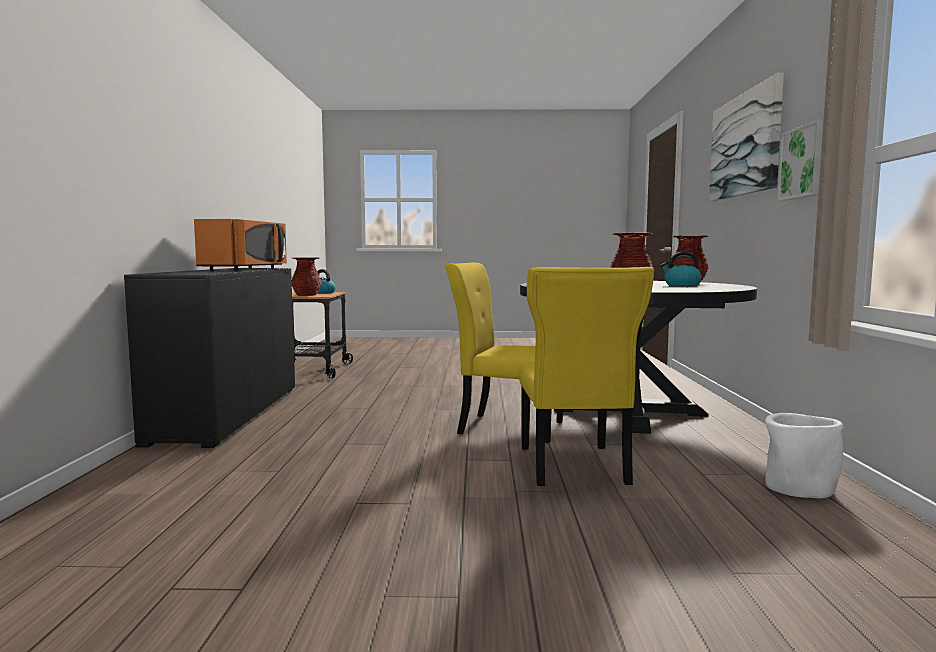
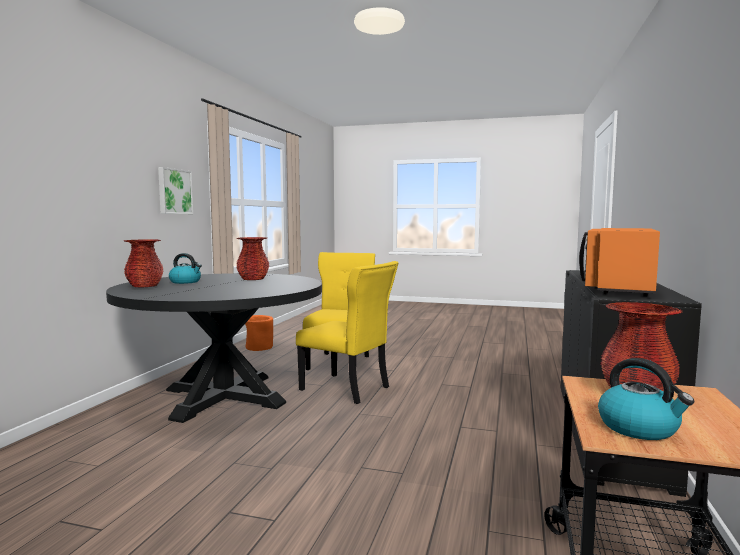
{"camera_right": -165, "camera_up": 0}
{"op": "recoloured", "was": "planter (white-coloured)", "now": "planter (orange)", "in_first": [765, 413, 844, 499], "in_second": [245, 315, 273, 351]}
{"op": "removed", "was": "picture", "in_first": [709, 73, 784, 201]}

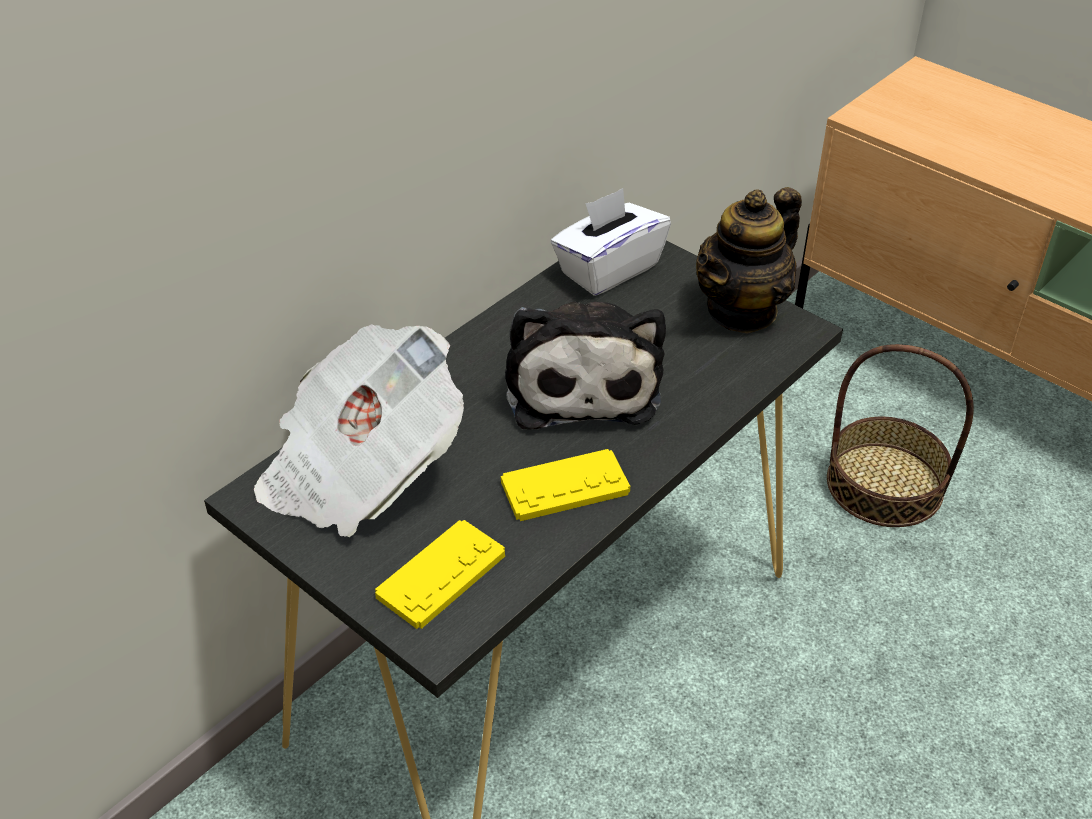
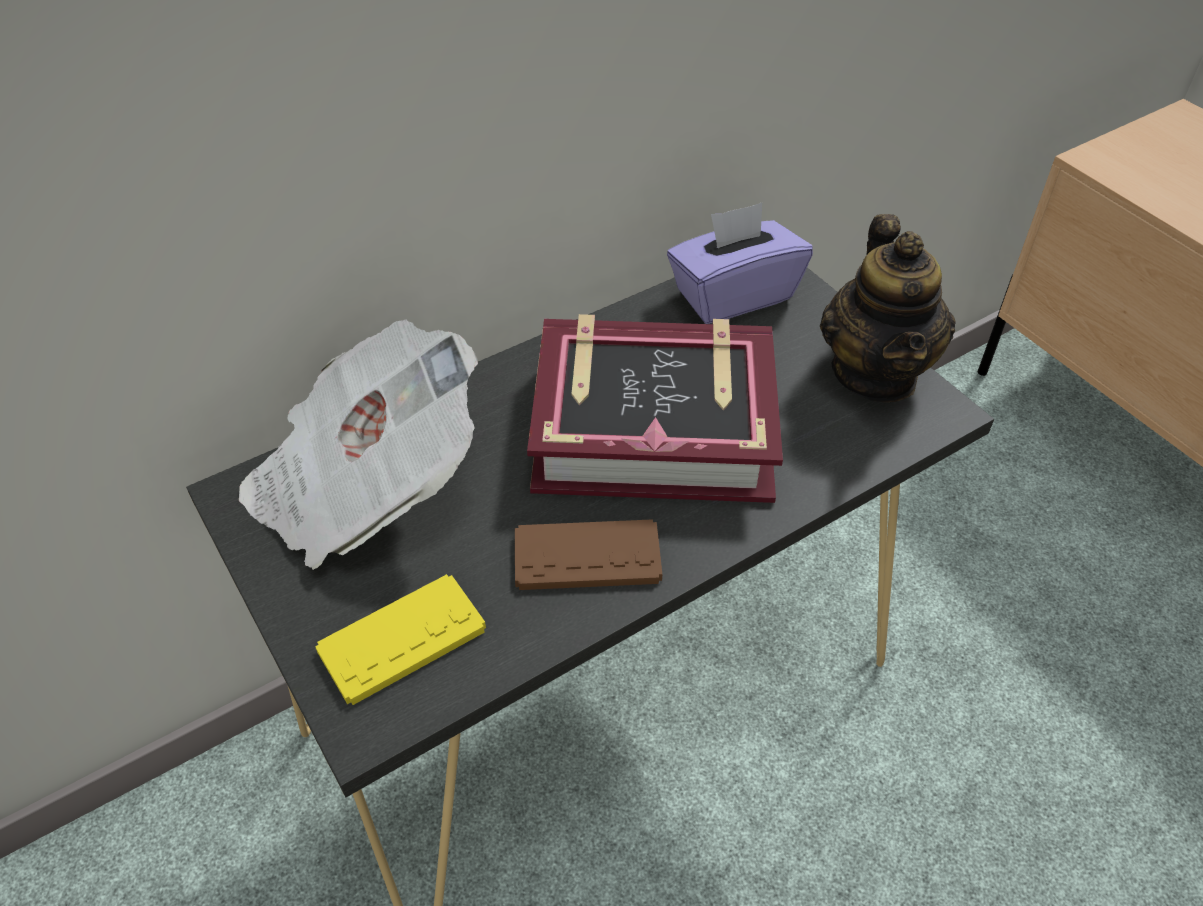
{"camera_right": 15, "camera_up": 5}
{"op": "recoloured", "was": "joypad (yellow)", "now": "joypad (brown-coloured)", "in_first": [501, 449, 630, 521], "in_second": [515, 519, 662, 590]}
{"op": "replaced", "was": "soft toy", "now": "bound book", "in_first": [505, 302, 666, 429], "in_second": [527, 314, 783, 503]}
{"op": "recoloured", "was": "tissue box (white-coloured)", "now": "tissue box (purplish)", "in_first": [551, 188, 671, 296], "in_second": [667, 203, 813, 324]}
{"op": "turned", "was": "teapot", "in_first": [696, 187, 802, 334], "in_second": [820, 214, 956, 403], "clockwise": -60}
{"op": "removed", "was": "household basket", "in_first": [827, 344, 974, 527]}

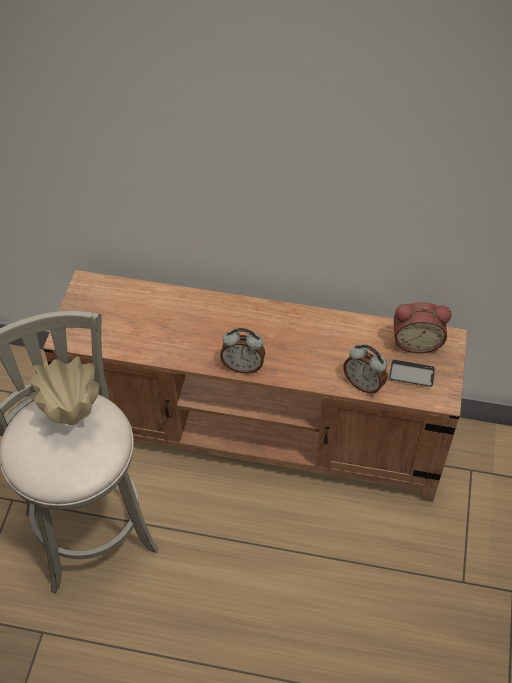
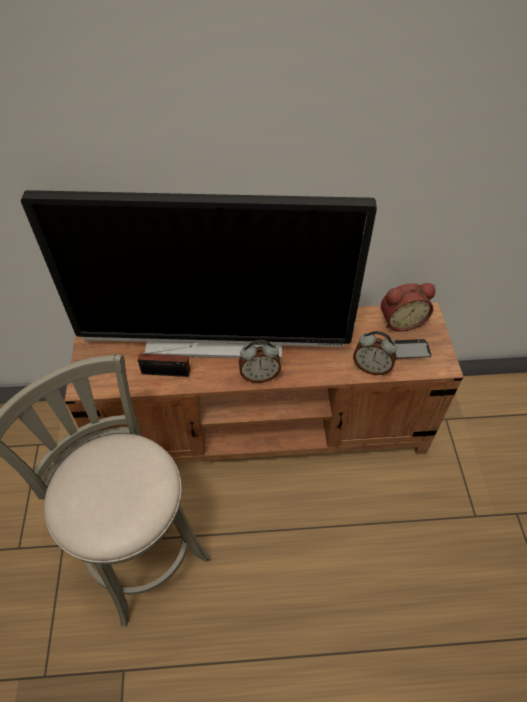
{"camera_right": -15, "camera_up": 0}
{"op": "added", "now": "TV set", "in_second": [21, 190, 377, 359]}
{"op": "added", "now": "radio receiver", "in_second": [138, 346, 192, 377]}
{"op": "removed", "was": "decorative vase (beige-coloured)", "in_first": [30, 357, 99, 425]}

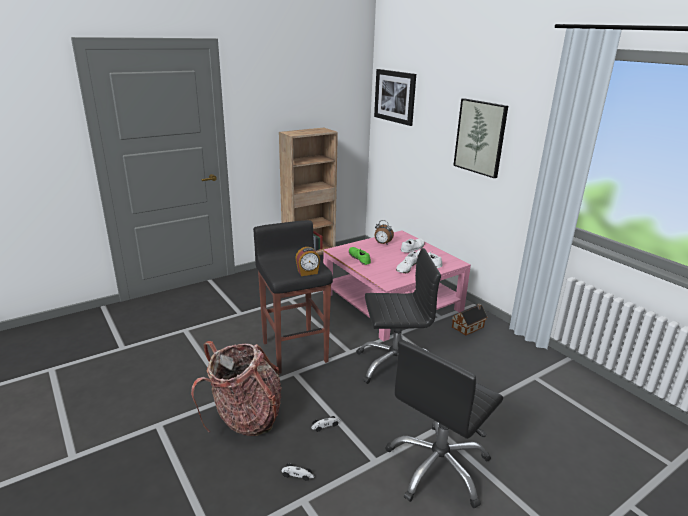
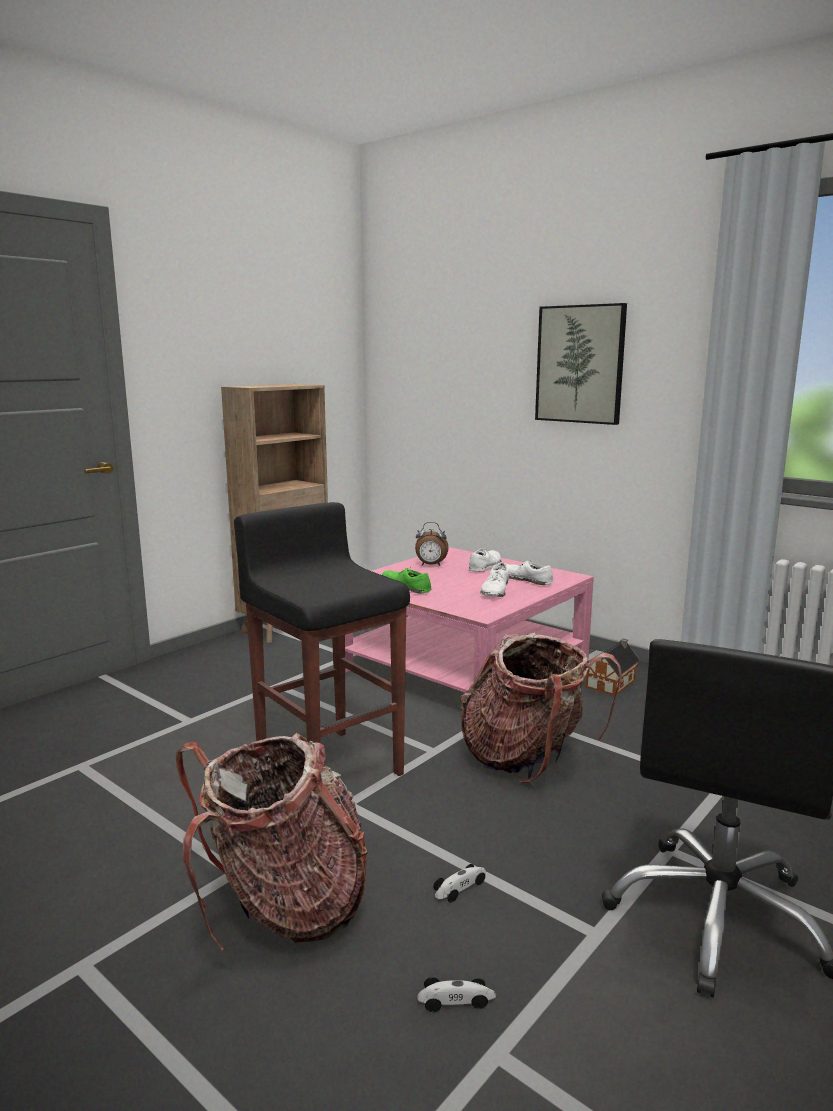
{"camera_right": -15, "camera_up": -10}
{"op": "replaced", "was": "office chair (black)", "now": "backpack", "in_first": [356, 248, 441, 384], "in_second": [460, 632, 622, 783]}
{"op": "removed", "was": "alarm clock", "in_first": [295, 247, 320, 276]}
{"op": "removed", "was": "picture", "in_first": [374, 69, 416, 126]}

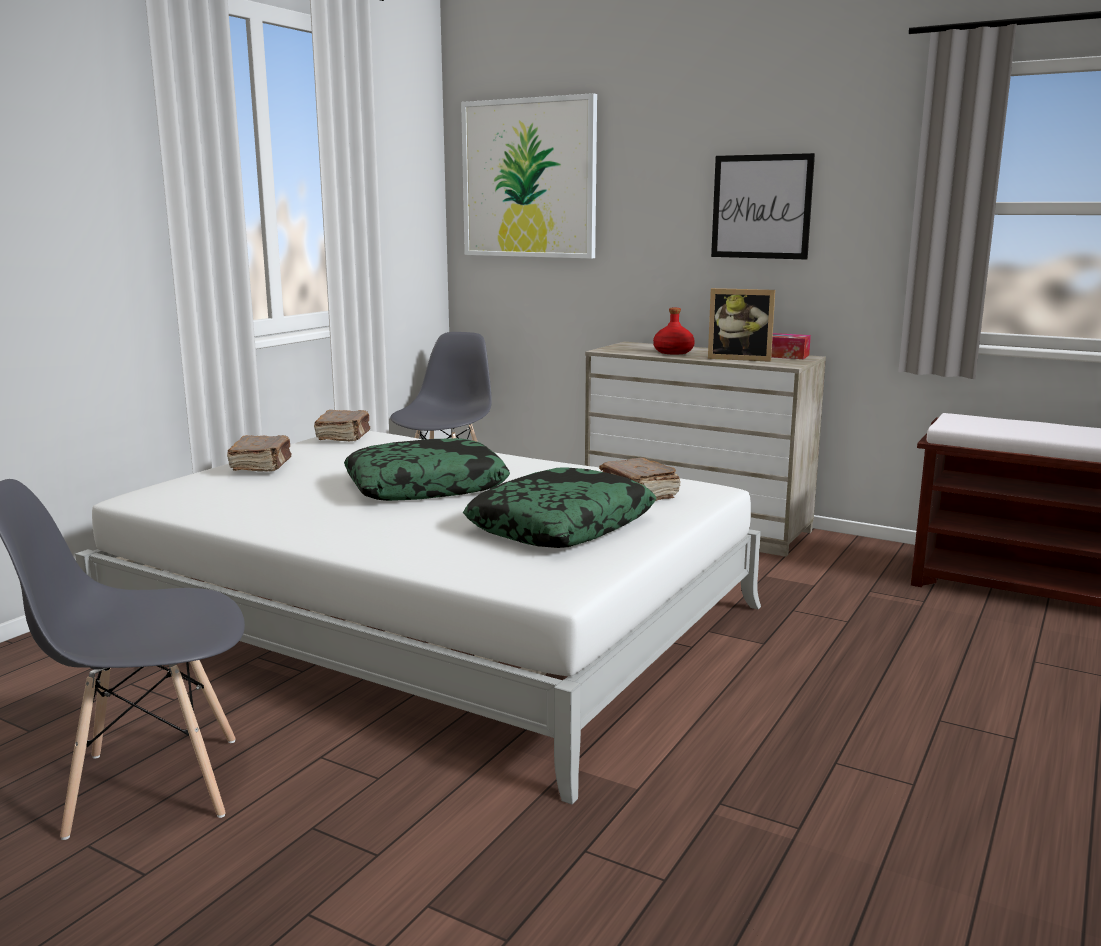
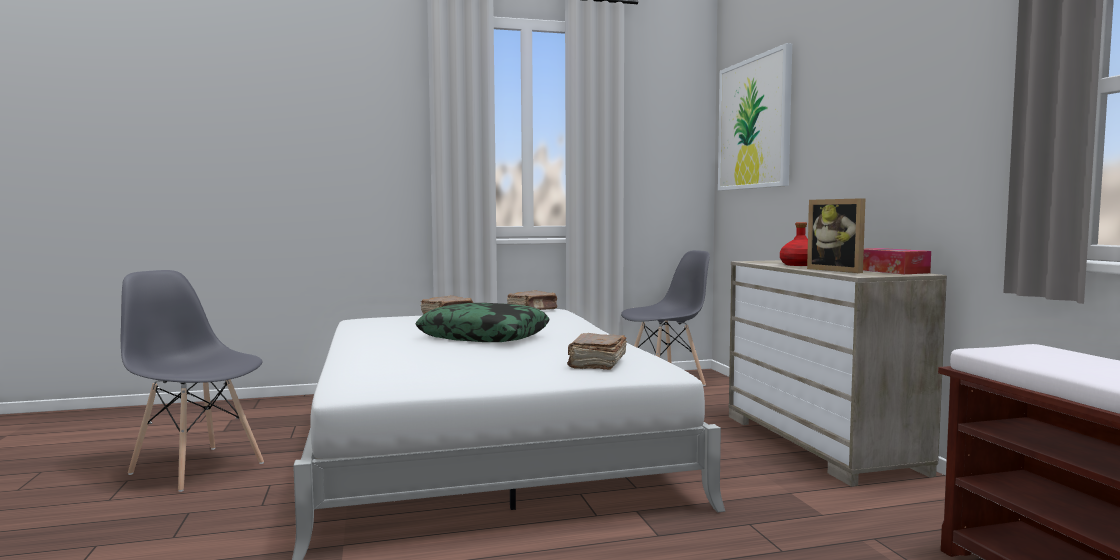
{"camera_right": 45, "camera_up": -10}
{"op": "removed", "was": "throw pillow", "in_first": [463, 467, 657, 548]}
{"op": "removed", "was": "picture", "in_first": [711, 153, 815, 260]}

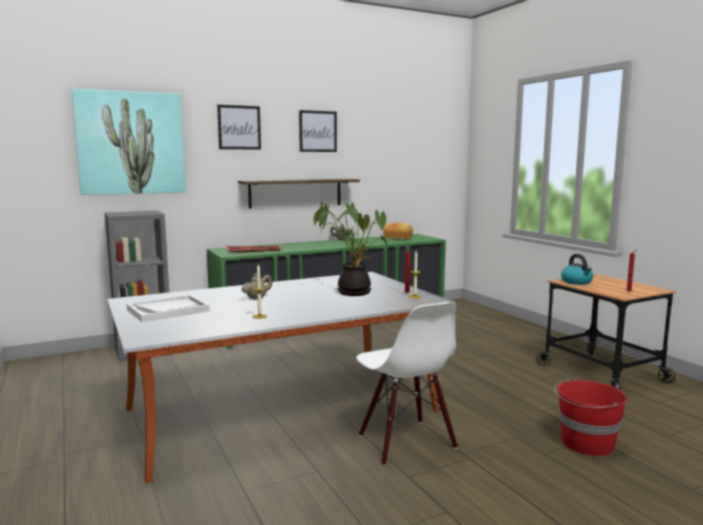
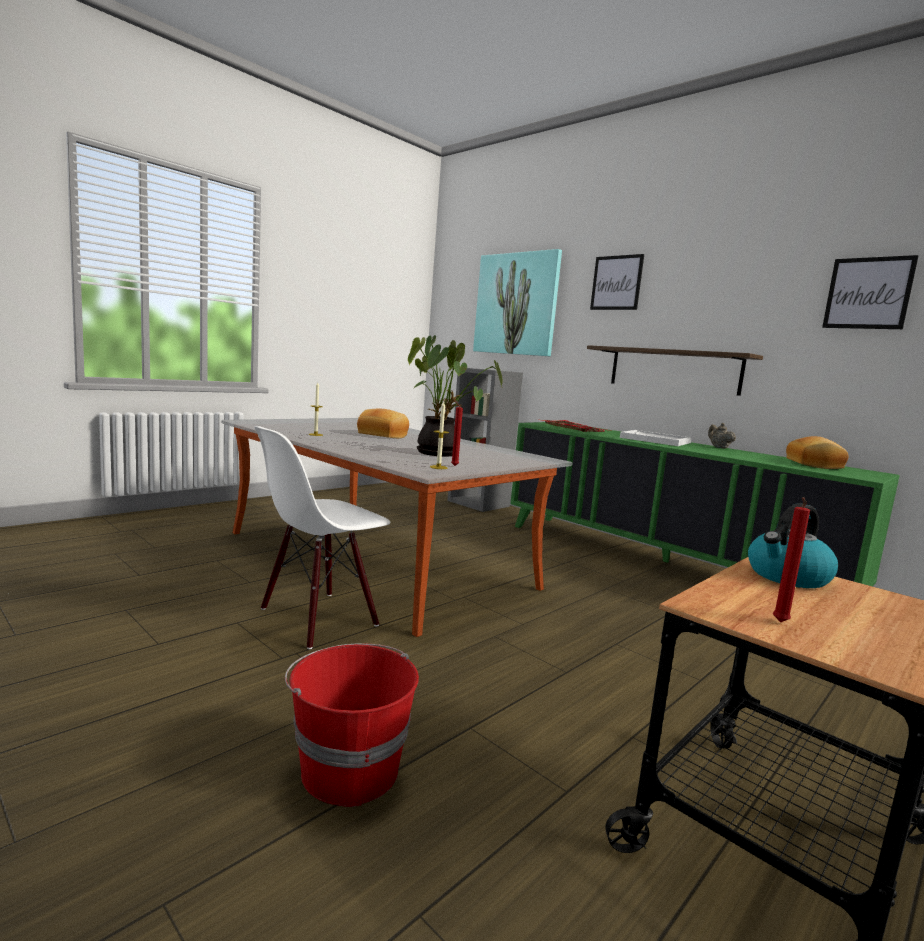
{"camera_right": 70, "camera_up": 0}
{"op": "replaced", "was": "teapot (beige-coloured)", "now": "bread", "in_first": [242, 273, 272, 300], "in_second": [357, 409, 409, 438]}
{"op": "moved", "was": "carrying tray (white-coloured)", "in_first": [127, 295, 210, 322], "in_second": [620, 430, 691, 446]}
{"op": "moved", "was": "picture", "in_first": [299, 110, 337, 152], "in_second": [822, 255, 919, 329]}

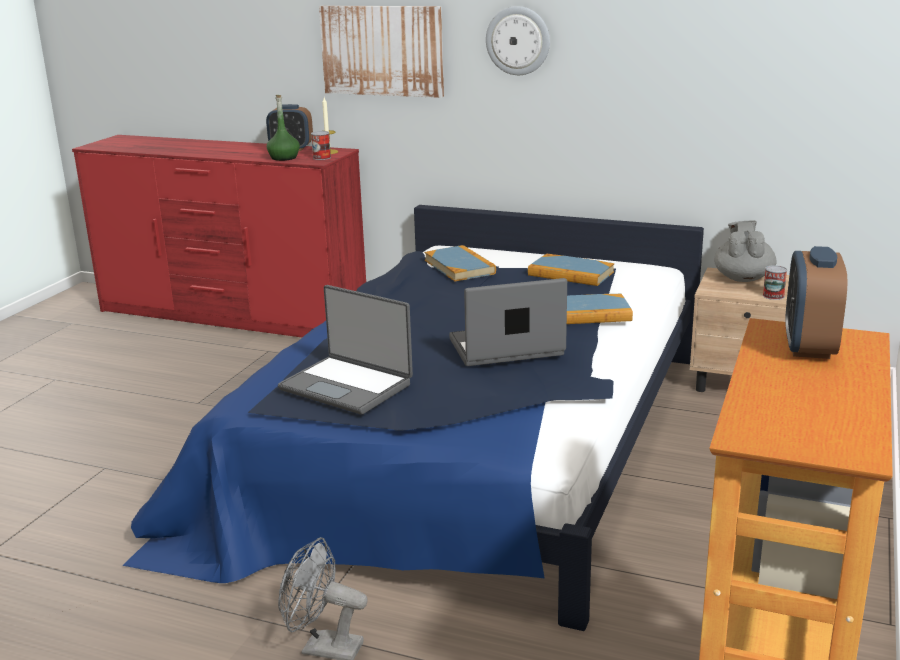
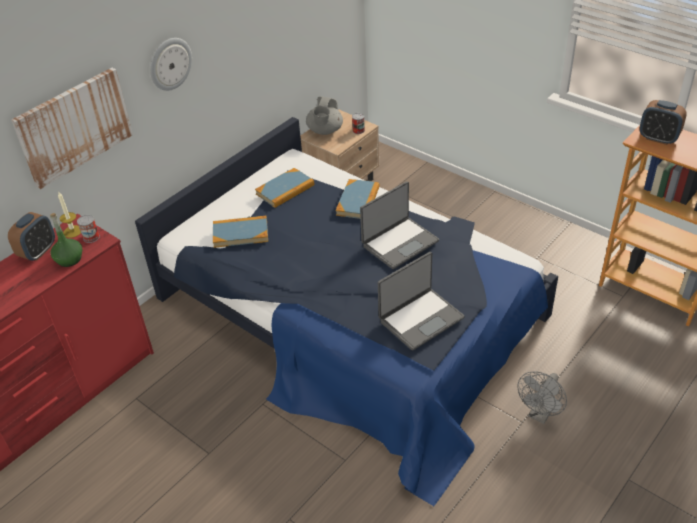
{"camera_right": -70, "camera_up": 20}
{"op": "turned", "was": "teapot (grey)", "in_first": [714, 221, 776, 282], "in_second": [306, 96, 343, 135], "clockwise": -105}
{"op": "turned", "was": "portable computer", "in_first": [449, 278, 567, 366], "in_second": [360, 181, 439, 269], "clockwise": -135}

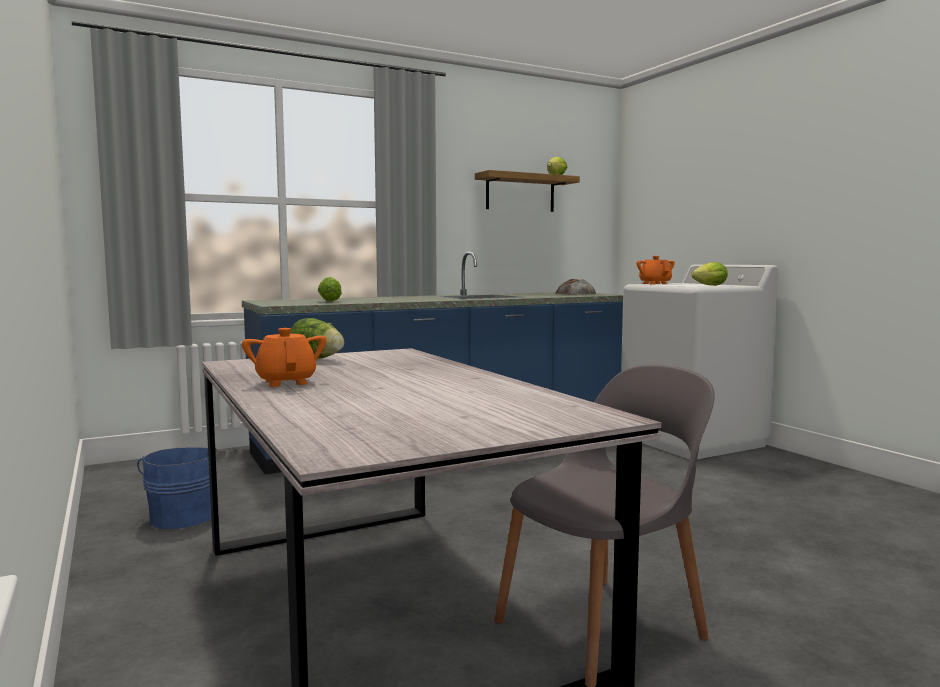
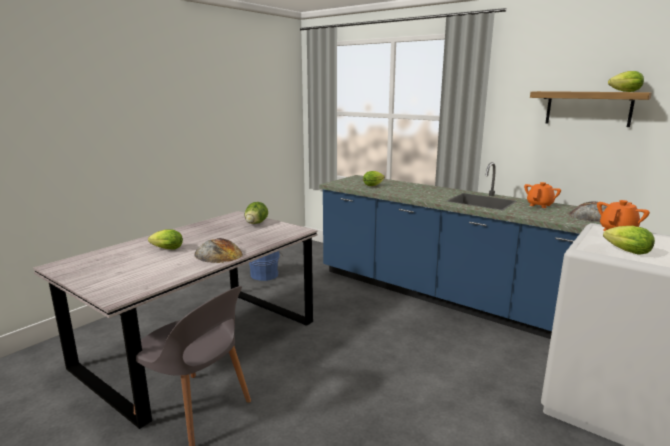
{"camera_right": 65, "camera_up": 10}
{"op": "added", "now": "lettuce", "in_second": [148, 229, 183, 250]}
{"op": "added", "now": "bread", "in_second": [194, 238, 243, 263]}
{"op": "moved", "was": "teapot (orange)", "in_first": [242, 328, 326, 387], "in_second": [524, 182, 561, 208]}

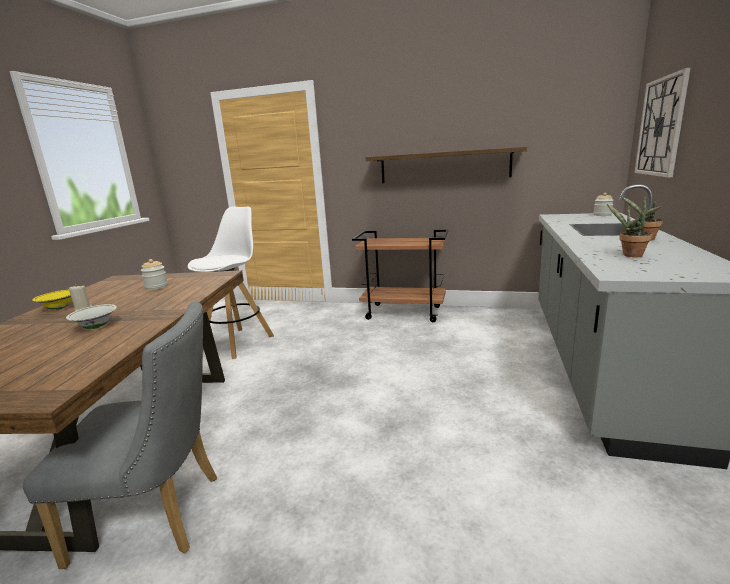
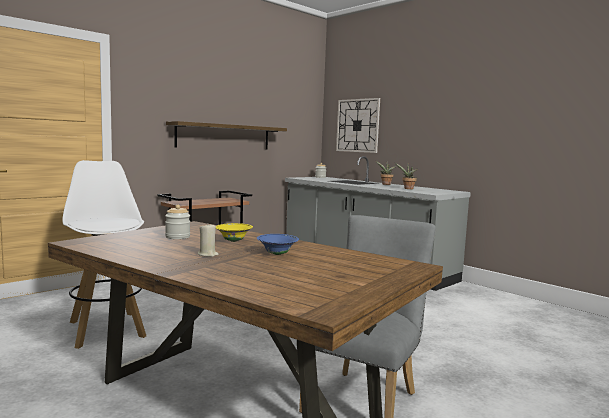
{"camera_right": -60, "camera_up": -10}
{"op": "moved", "was": "deep dish (yellow)", "in_first": [32, 290, 72, 310], "in_second": [216, 223, 253, 242]}
{"op": "recoloured", "was": "deep dish (white-coloured)", "now": "deep dish (blue-coloured)", "in_first": [66, 304, 117, 329], "in_second": [257, 234, 299, 255]}

